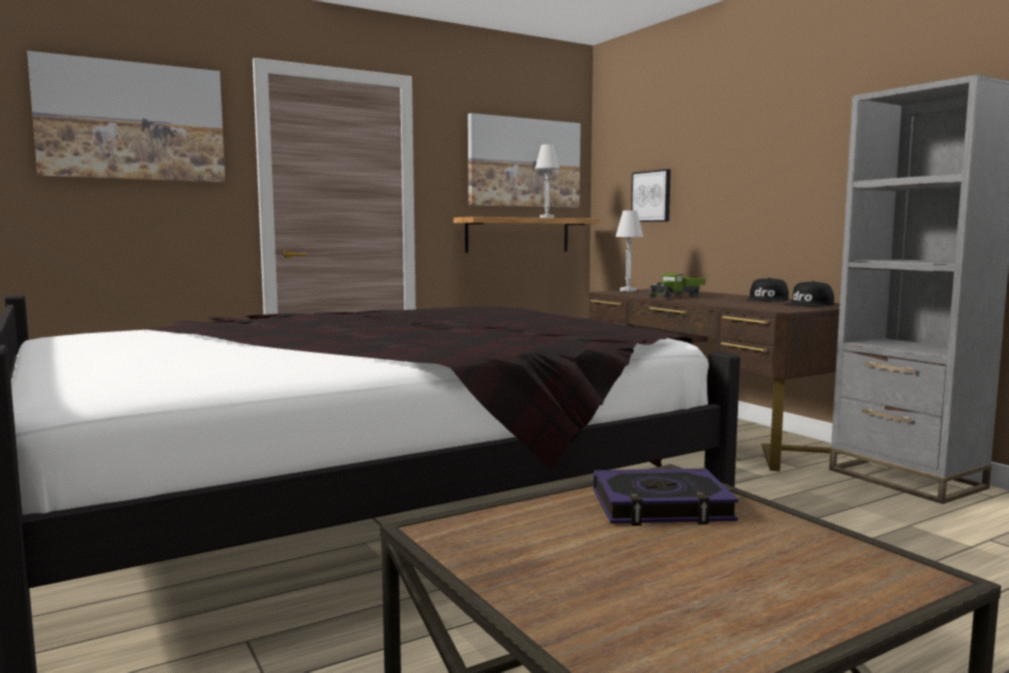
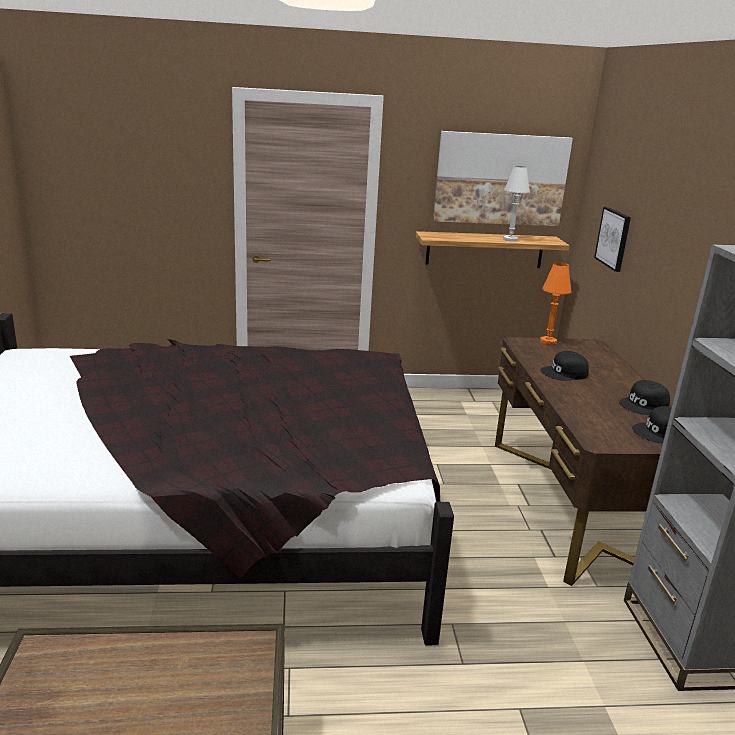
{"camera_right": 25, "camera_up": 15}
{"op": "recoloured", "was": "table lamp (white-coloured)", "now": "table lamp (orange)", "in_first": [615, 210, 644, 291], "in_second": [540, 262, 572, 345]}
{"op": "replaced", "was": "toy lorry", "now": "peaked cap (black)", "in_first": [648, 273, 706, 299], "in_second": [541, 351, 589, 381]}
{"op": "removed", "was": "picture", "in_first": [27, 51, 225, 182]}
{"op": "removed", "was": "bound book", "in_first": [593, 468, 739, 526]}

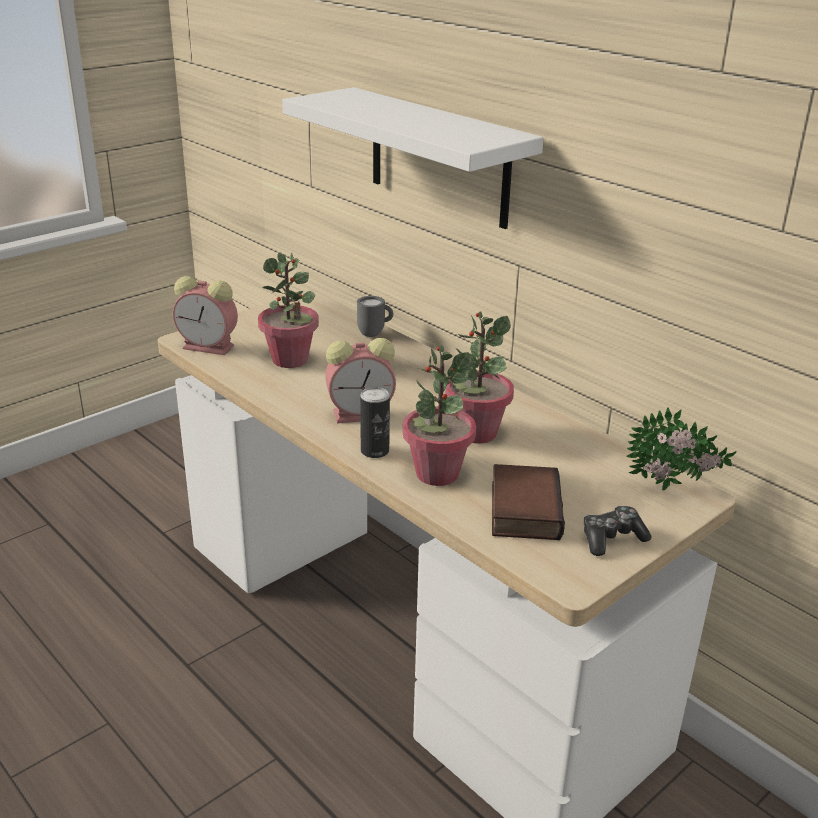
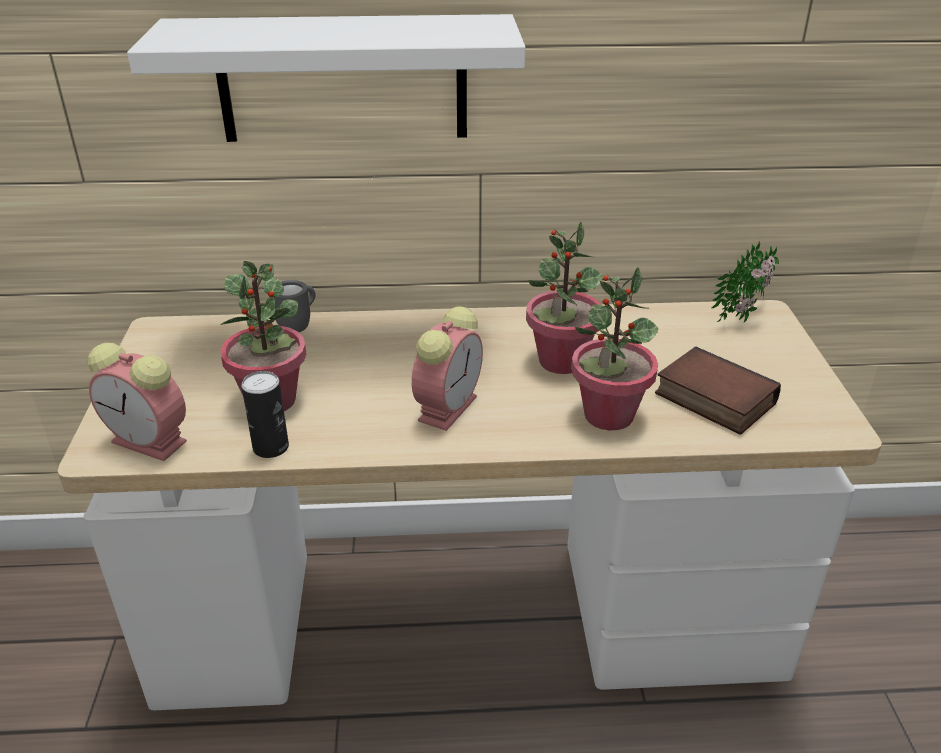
{"camera_right": -50, "camera_up": 5}
{"op": "turned", "was": "alarm clock", "in_first": [173, 276, 238, 355], "in_second": [88, 343, 187, 461], "clockwise": 60}
{"op": "moved", "was": "sealed can", "in_first": [360, 387, 390, 458], "in_second": [241, 371, 289, 458]}
{"op": "removed", "was": "joypad", "in_first": [584, 506, 651, 556]}

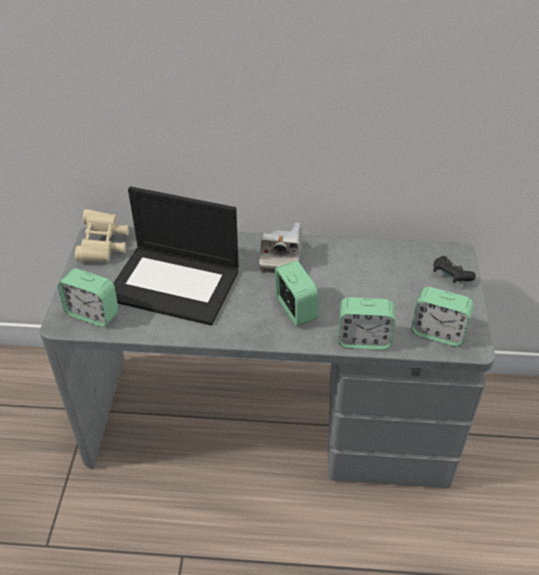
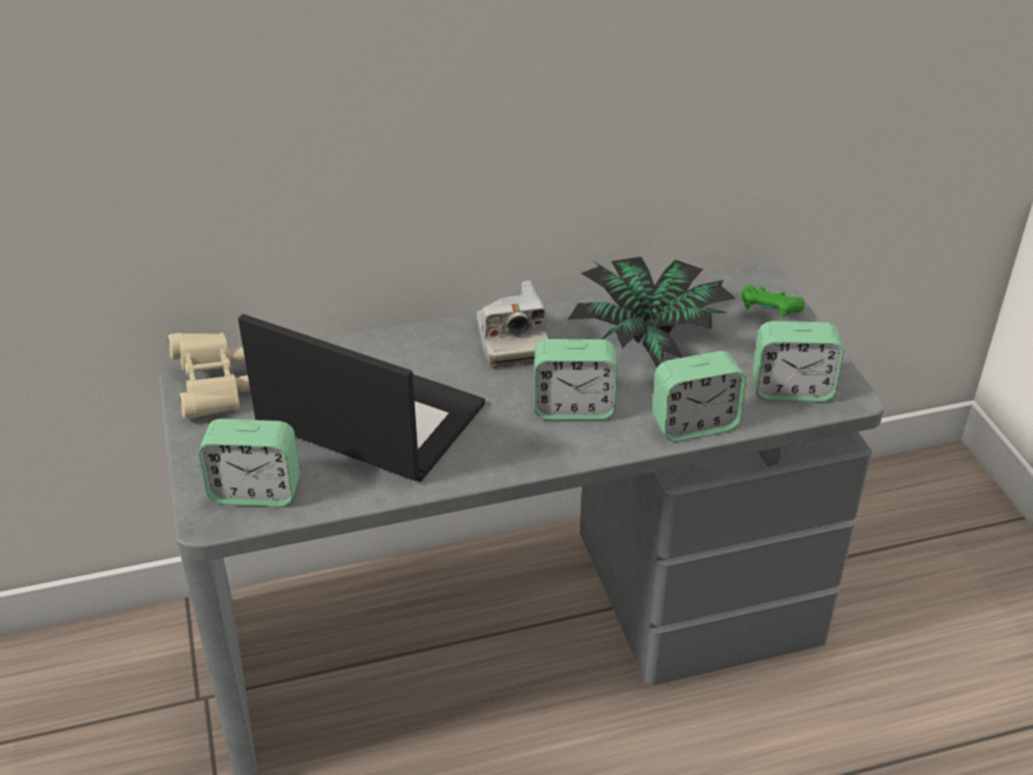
{"camera_right": -20, "camera_up": -5}
{"op": "turned", "was": "portable computer", "in_first": [113, 186, 239, 326], "in_second": [238, 314, 485, 482], "clockwise": -150}
{"op": "turned", "was": "alarm clock", "in_first": [275, 261, 319, 326], "in_second": [534, 339, 618, 420], "clockwise": 135}
{"op": "added", "now": "plant in a pot", "in_second": [567, 257, 736, 368]}
{"op": "recoloured", "was": "joypad (black)", "now": "joypad (greenish)", "in_first": [434, 256, 476, 283], "in_second": [742, 285, 805, 318]}

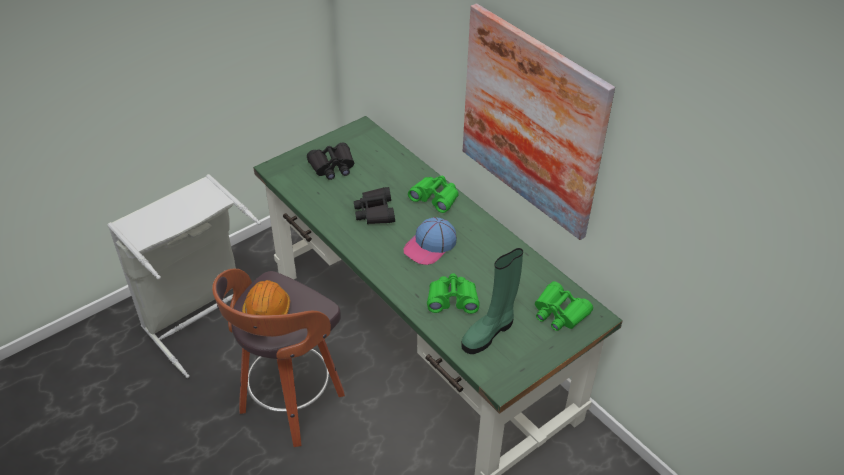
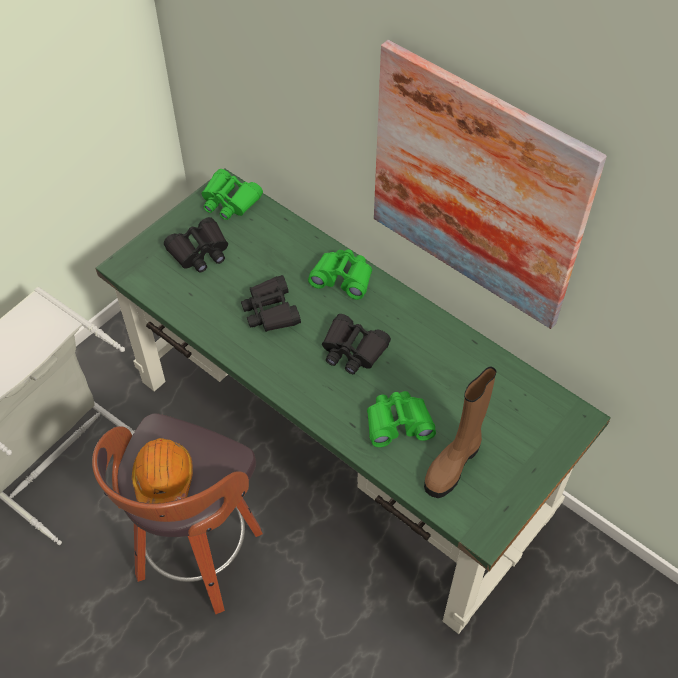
{"camera_right": -10, "camera_up": 10}
{"op": "moved", "was": "field glasses (greenish)", "in_first": [535, 281, 593, 331], "in_second": [202, 169, 263, 220]}
{"op": "replaced", "was": "peaked cap", "now": "field glasses (black)", "in_first": [403, 217, 457, 265], "in_second": [322, 314, 391, 374]}
{"op": "recoloured", "was": "boot (greenish)", "now": "boot (brown-coloured)", "in_first": [461, 248, 523, 354], "in_second": [424, 367, 496, 498]}

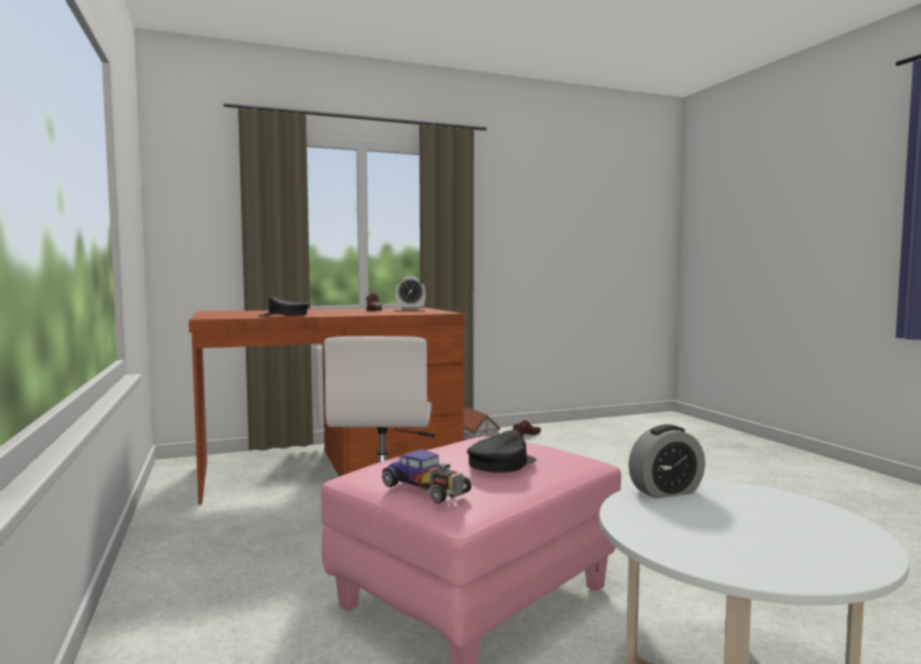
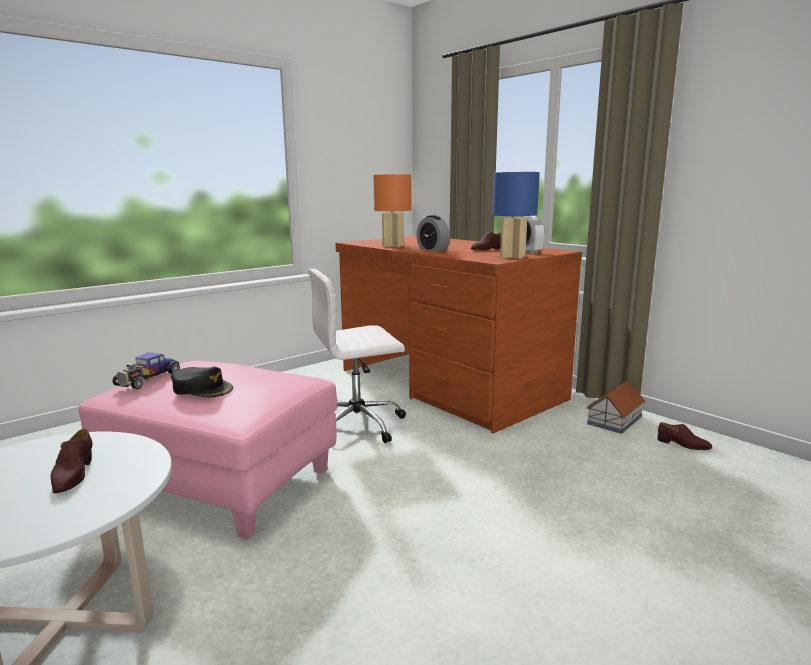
{"camera_right": 70, "camera_up": 10}
{"op": "added", "now": "item of footwear (brown-coloured)", "in_second": [51, 429, 93, 493]}
{"op": "replaced", "was": "peaked cap (black)", "now": "table lamp (orange)", "in_first": [258, 296, 310, 316], "in_second": [373, 174, 412, 247]}
{"op": "moved", "was": "alarm clock", "in_first": [628, 424, 705, 499], "in_second": [416, 215, 450, 252]}
{"op": "added", "now": "table lamp (blue-coloured)", "in_second": [492, 172, 540, 259]}

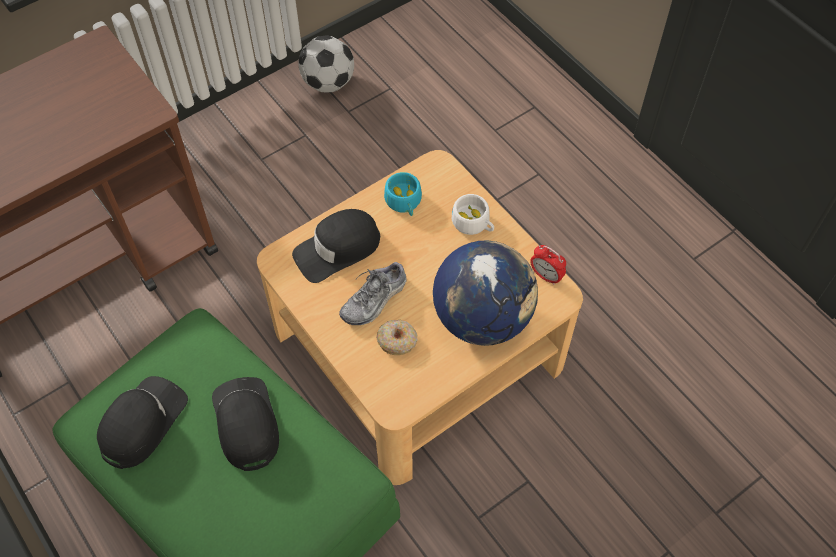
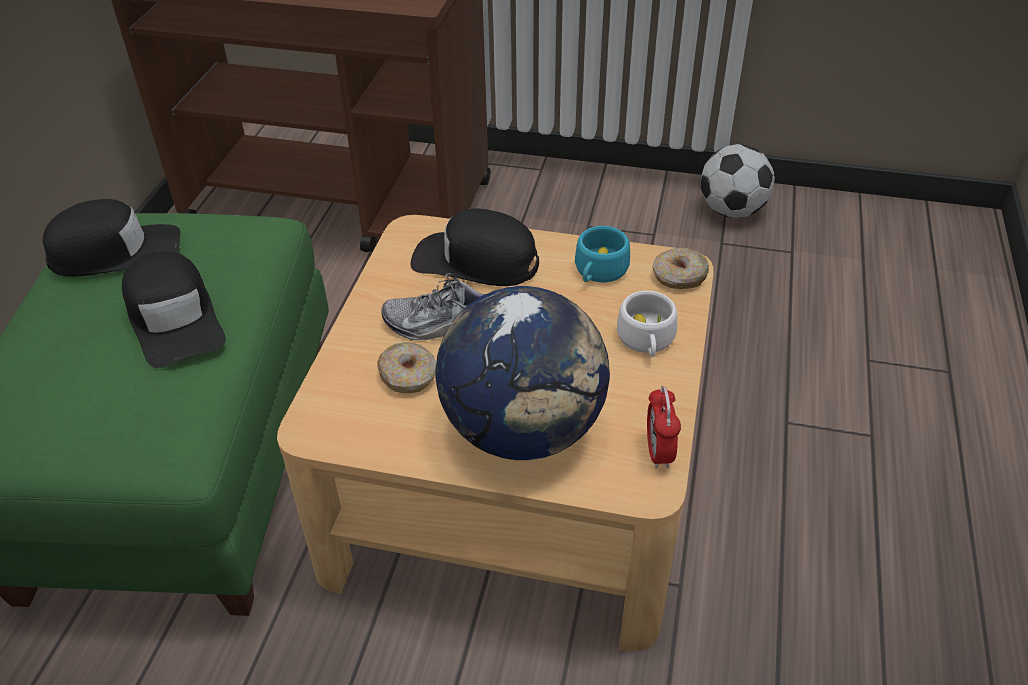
{"camera_right": 50, "camera_up": -15}
{"op": "turned", "was": "peaked cap (black)", "in_first": [212, 377, 279, 471], "in_second": [122, 251, 226, 368], "clockwise": 120}
{"op": "added", "now": "doughnut", "in_second": [653, 248, 709, 289]}

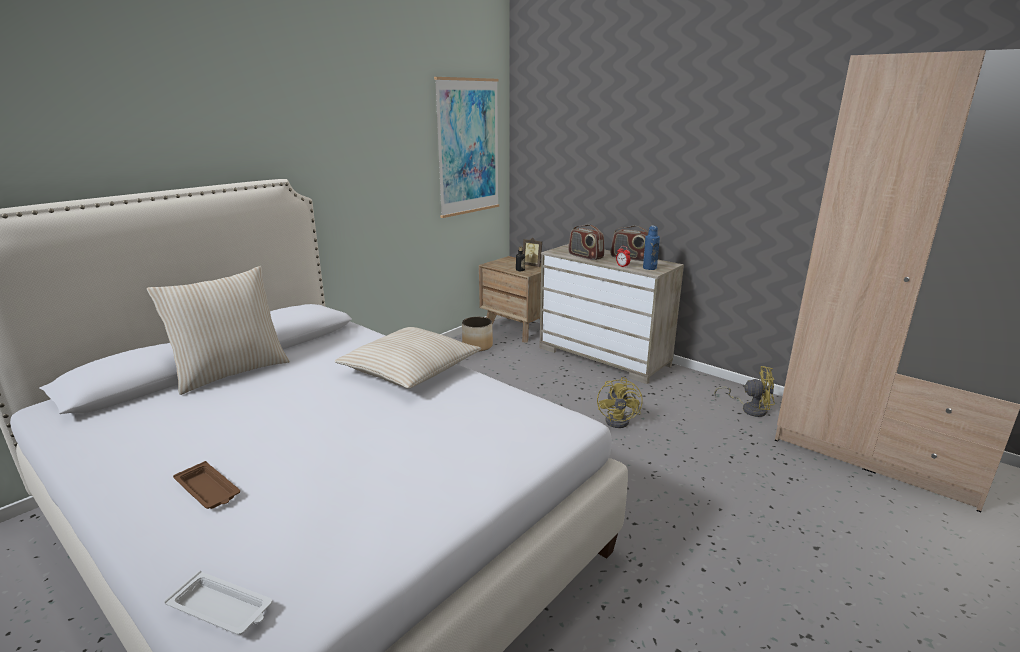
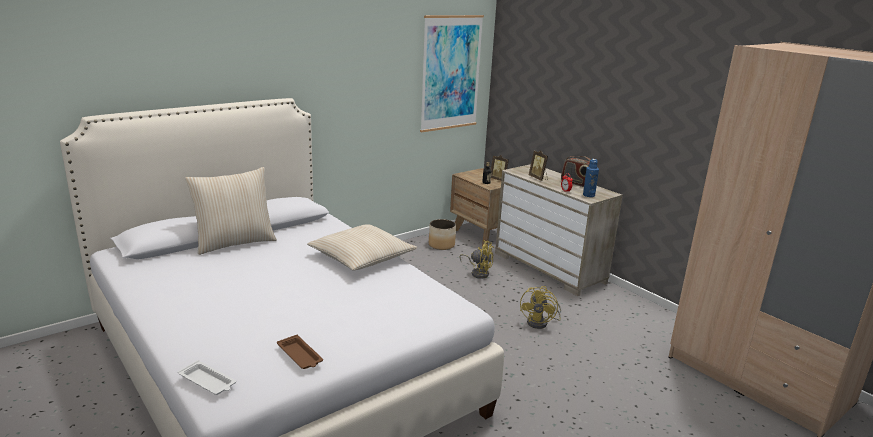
{"camera_right": 10, "camera_up": 0}
{"op": "moved", "was": "carrying tray (brown-coloured)", "in_first": [173, 461, 240, 509], "in_second": [277, 335, 323, 369]}
{"op": "moved", "was": "electric fan (yellow)", "in_first": [714, 366, 775, 417], "in_second": [459, 240, 494, 279]}
{"op": "replaced", "was": "radio receiver", "now": "standing frame", "in_first": [568, 224, 604, 260], "in_second": [529, 151, 548, 181]}

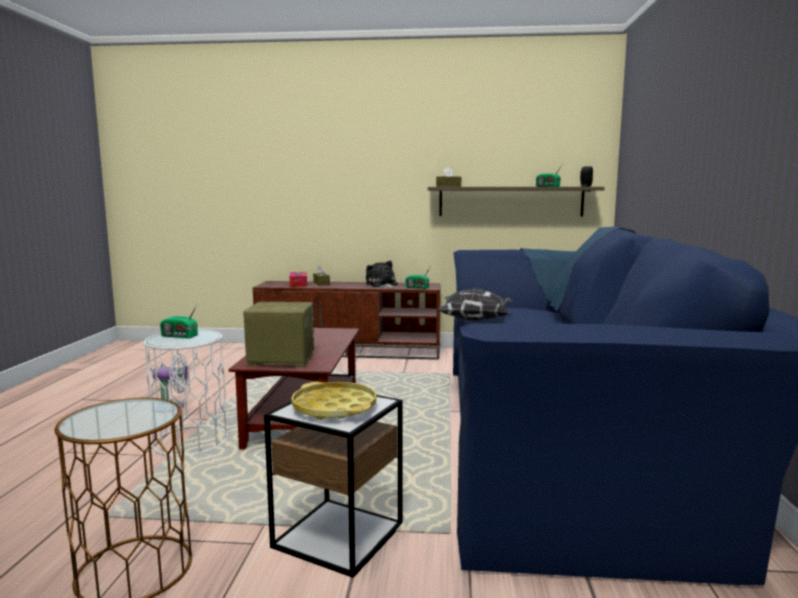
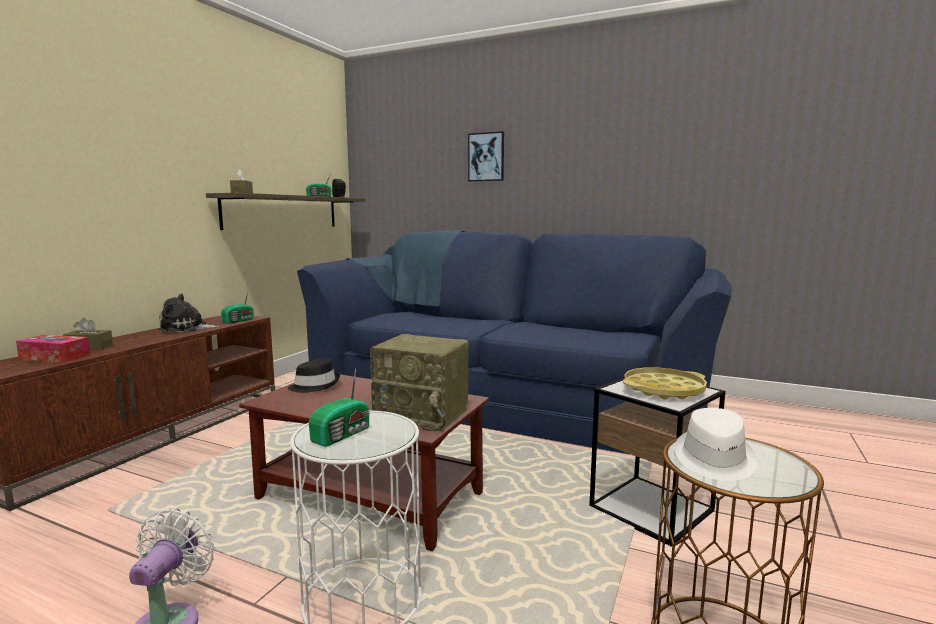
{"camera_right": -70, "camera_up": 0}
{"op": "added", "now": "clothing hat (black)", "in_second": [288, 358, 340, 393]}
{"op": "turned", "was": "radio receiver", "in_first": [243, 302, 314, 367], "in_second": [370, 334, 469, 431], "clockwise": -90}
{"op": "added", "now": "picture", "in_second": [468, 131, 504, 182]}
{"op": "added", "now": "clothing hat (white-coloured)", "in_second": [674, 408, 757, 481]}
{"op": "removed", "was": "throw pillow", "in_first": [438, 288, 512, 321]}

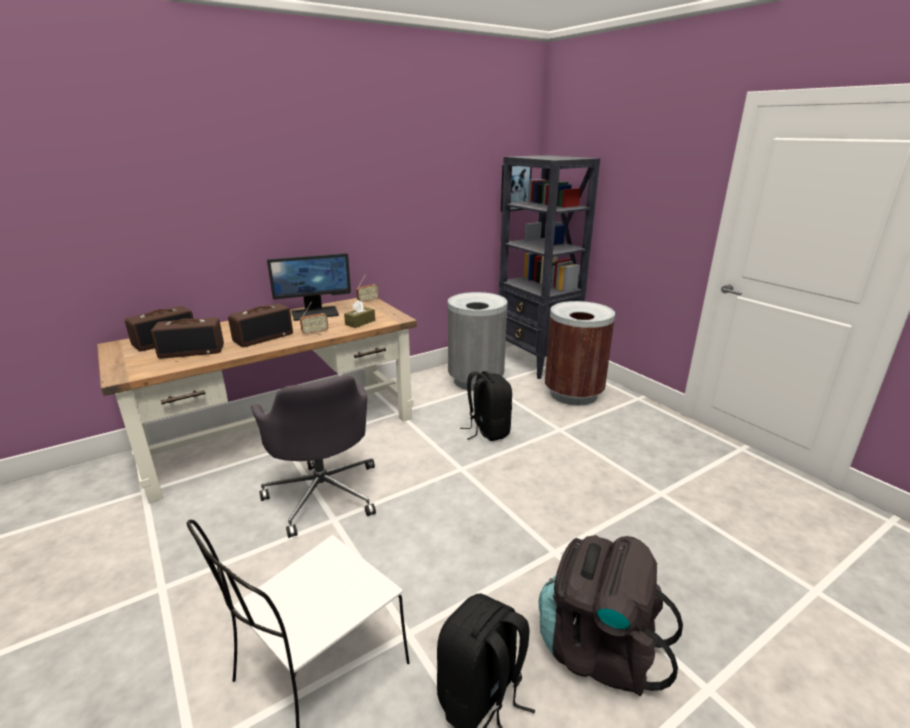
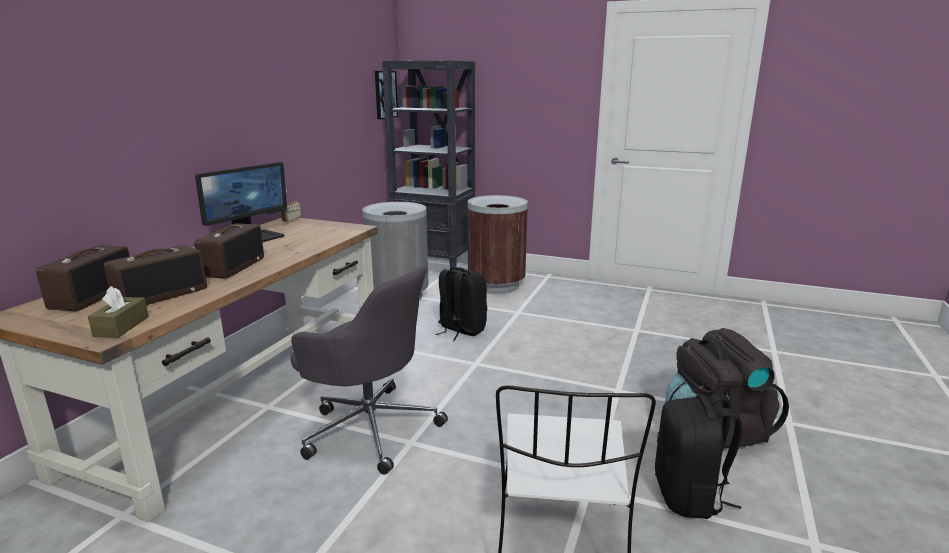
{"camera_right": -35, "camera_up": -5}
{"op": "moved", "was": "tissue box (brown-coloured)", "in_first": [344, 300, 375, 328], "in_second": [88, 286, 149, 338]}
{"op": "removed", "was": "radio receiver", "in_first": [300, 302, 328, 335]}

